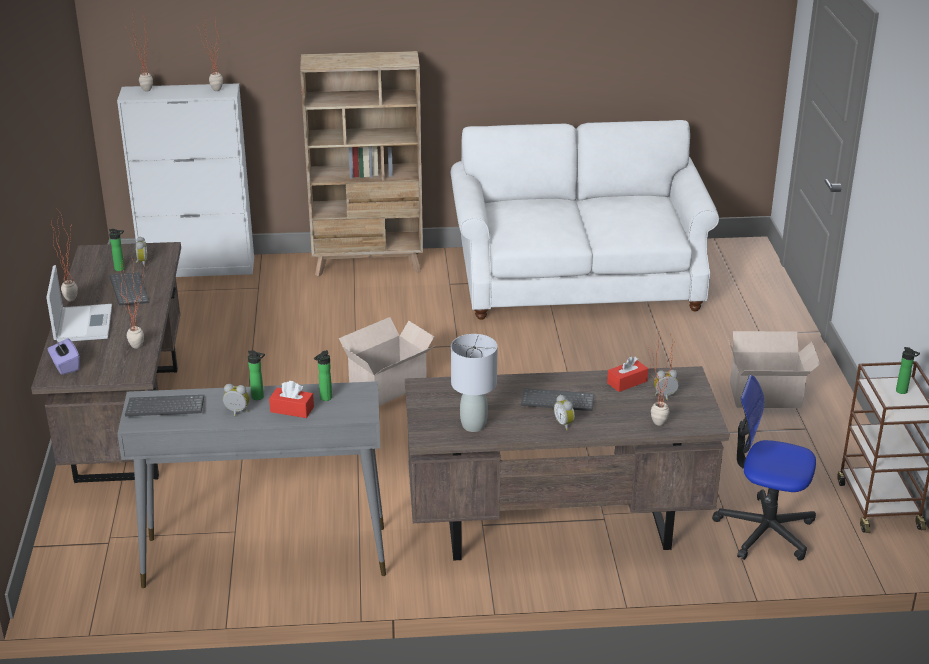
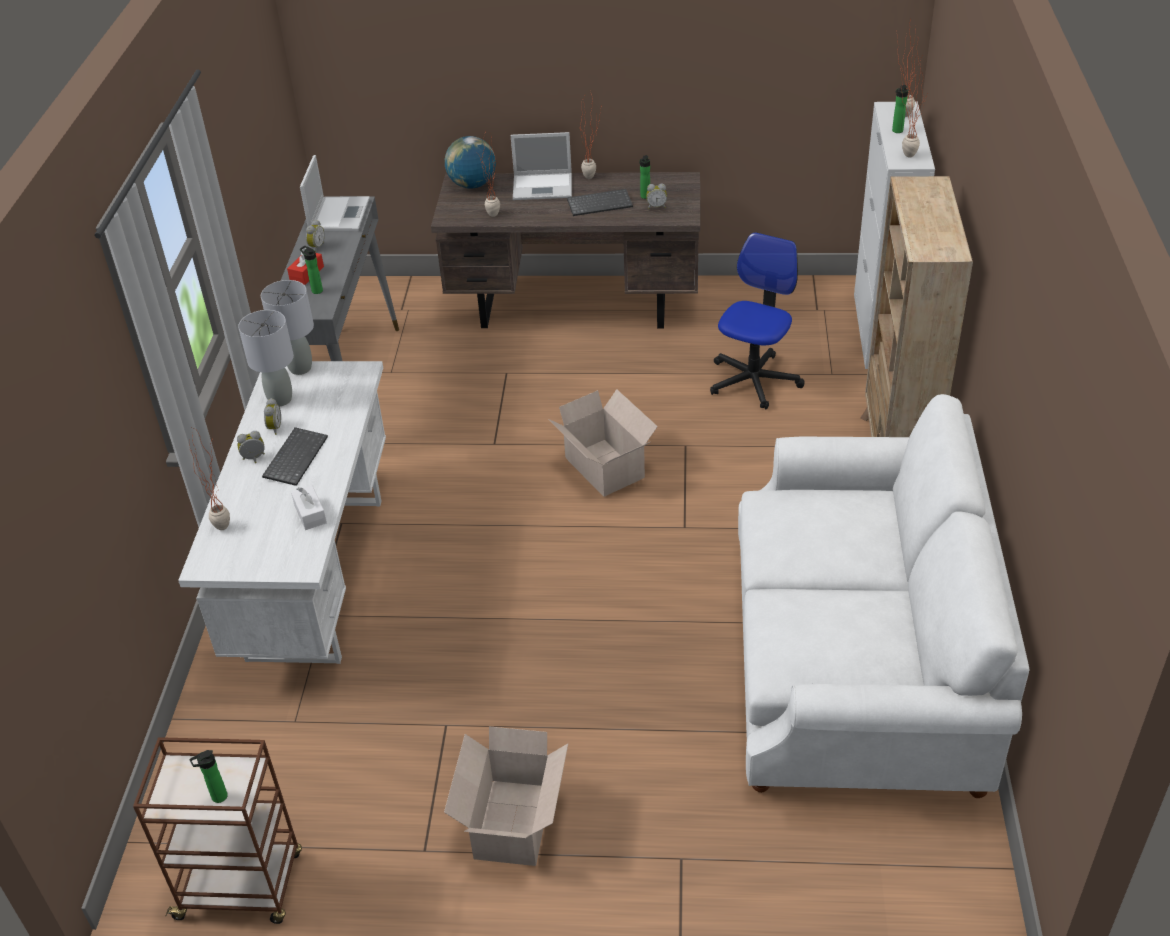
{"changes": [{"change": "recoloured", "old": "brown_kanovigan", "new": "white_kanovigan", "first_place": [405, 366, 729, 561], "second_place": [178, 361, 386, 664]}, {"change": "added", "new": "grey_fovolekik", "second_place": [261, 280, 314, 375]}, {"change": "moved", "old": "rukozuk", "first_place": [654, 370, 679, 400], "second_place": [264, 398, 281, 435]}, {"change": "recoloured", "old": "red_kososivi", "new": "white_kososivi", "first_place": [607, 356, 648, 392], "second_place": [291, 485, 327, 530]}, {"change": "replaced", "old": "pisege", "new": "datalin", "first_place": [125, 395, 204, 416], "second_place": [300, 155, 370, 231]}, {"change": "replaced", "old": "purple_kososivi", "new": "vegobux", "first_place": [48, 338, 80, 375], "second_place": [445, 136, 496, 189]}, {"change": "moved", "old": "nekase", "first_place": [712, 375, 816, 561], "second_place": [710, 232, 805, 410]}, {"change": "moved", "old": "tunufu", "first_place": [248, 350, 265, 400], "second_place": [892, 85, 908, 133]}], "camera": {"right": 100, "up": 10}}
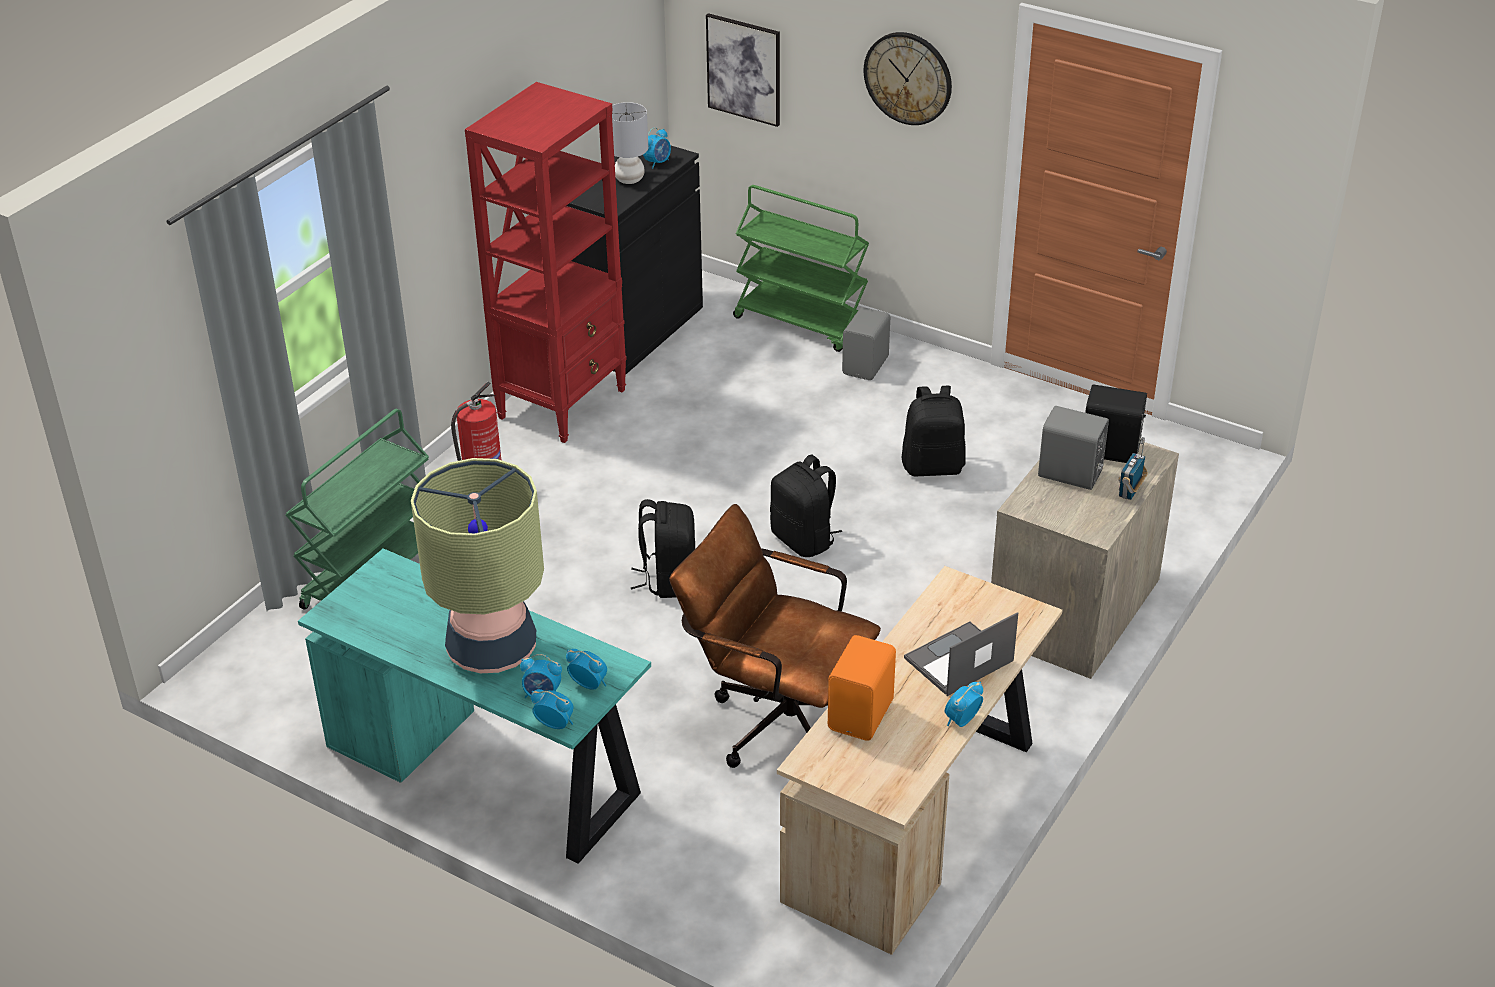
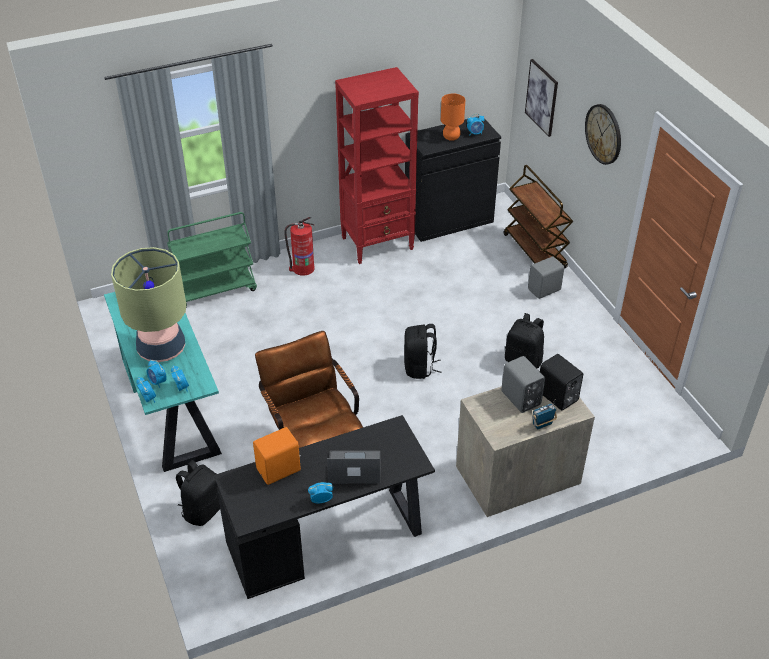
{"changes": [{"change": "moved", "old": "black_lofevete", "first_place": [631, 499, 695, 598], "second_place": [176, 460, 220, 526]}, {"change": "recoloured", "old": "beige_kanovigan", "new": "black_kanovigan", "first_place": [777, 566, 1062, 955], "second_place": [214, 415, 435, 599]}, {"change": "recoloured", "old": "grey_fovolekik", "new": "orange_fovolekik", "first_place": [612, 102, 648, 184], "second_place": [441, 93, 465, 141]}, {"change": "recoloured", "old": "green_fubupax", "new": "brown_fubupax", "first_place": [733, 185, 869, 352], "second_place": [504, 165, 573, 269]}], "camera": {"right": 35, "up": 5}}
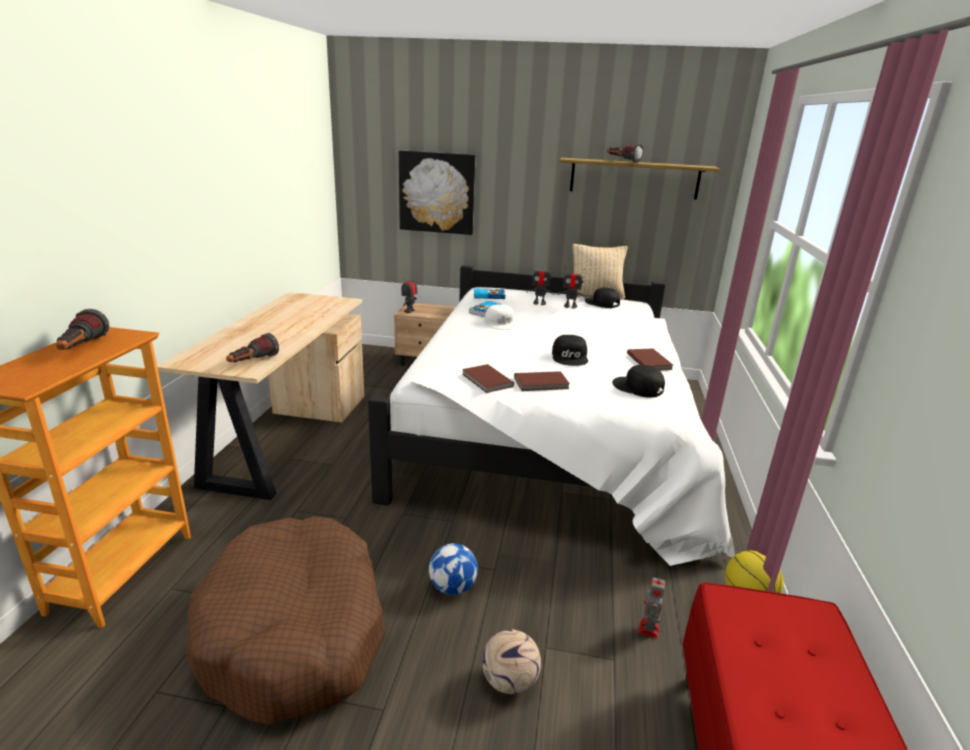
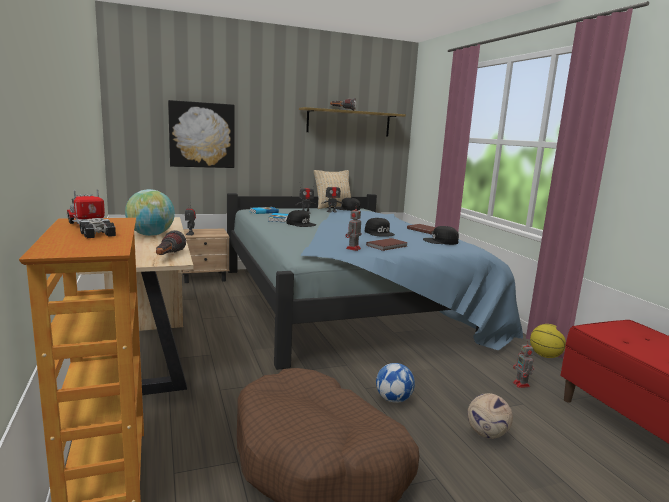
{"changes": [{"change": "replaced", "old": "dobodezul", "new": "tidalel", "first_place": [56, 309, 109, 350], "second_place": [67, 189, 116, 238]}, {"change": "added", "new": "vegobux", "second_place": [125, 189, 175, 236]}, {"change": "recoloured", "old": "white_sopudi", "new": "blue_sopudi", "first_place": [368, 265, 735, 566], "second_place": [227, 193, 523, 370]}, {"change": "recoloured", "old": "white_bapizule", "new": "black_bapizule", "first_place": [485, 304, 519, 330], "second_place": [287, 210, 316, 227]}, {"change": "replaced", "old": "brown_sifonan", "new": "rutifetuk", "first_place": [462, 364, 514, 393], "second_place": [345, 205, 361, 251]}], "camera": {"right": -30, "up": -10}}
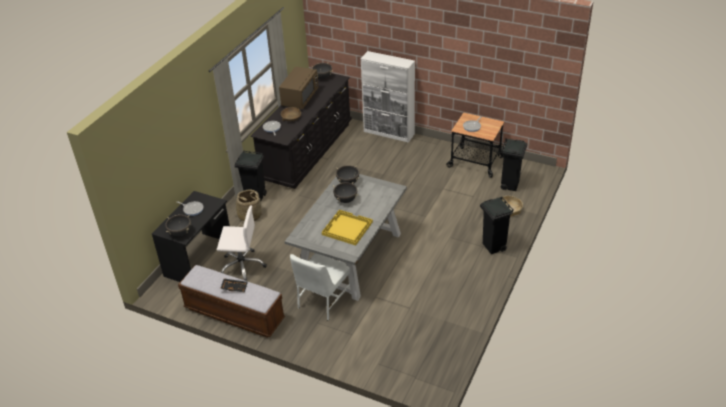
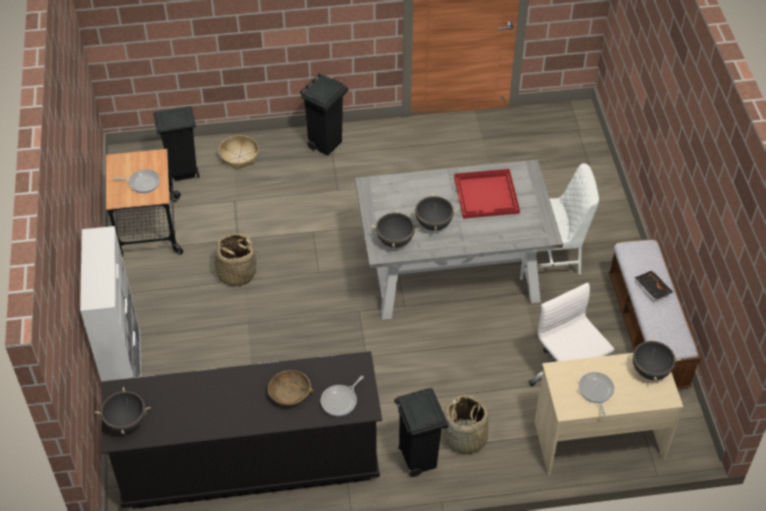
{"changes": [{"change": "added", "new": "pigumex", "second_place": [207, 233, 261, 287]}, {"change": "recoloured", "old": "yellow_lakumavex", "new": "red_lakumavex", "first_place": [322, 210, 373, 245], "second_place": [454, 169, 520, 219]}, {"change": "recoloured", "old": "black_kanovigan", "new": "beige_kanovigan", "first_place": [152, 191, 230, 282], "second_place": [535, 353, 683, 475]}, {"change": "removed", "old": "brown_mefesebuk", "first_place": [279, 67, 318, 109]}], "camera": {"right": -125, "up": 10}}
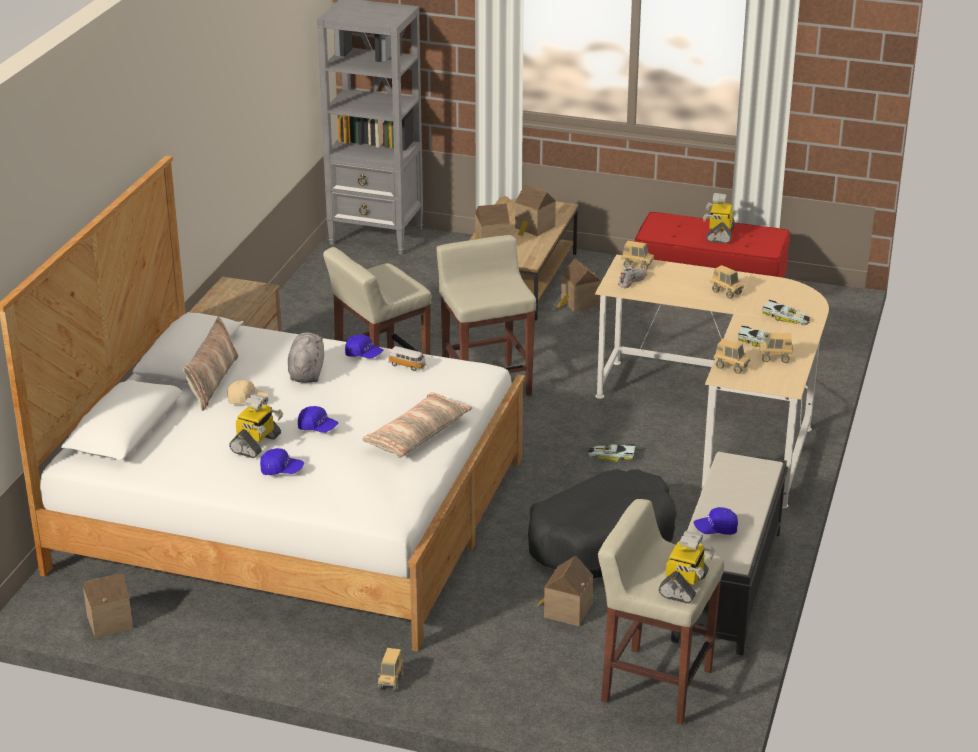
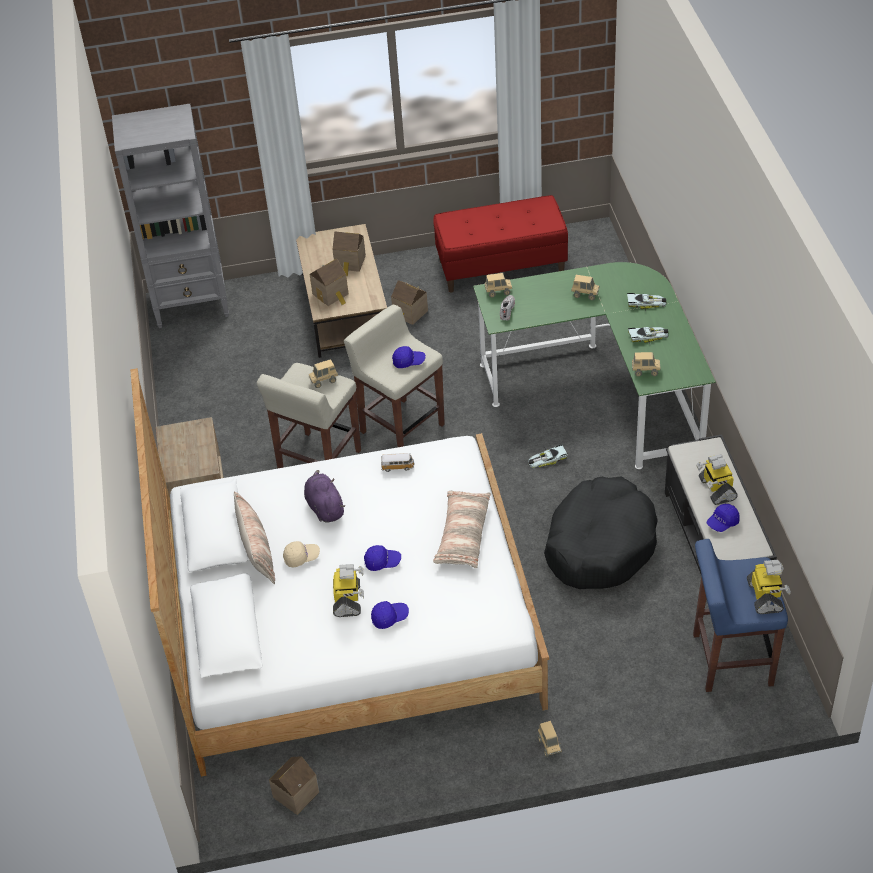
{"changes": [{"change": "recoloured", "old": "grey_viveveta", "new": "purple_viveveta", "first_place": [288, 332, 324, 383], "second_place": [304, 470, 345, 523]}, {"change": "moved", "old": "tidalel", "first_place": [759, 333, 794, 363], "second_place": [308, 359, 338, 388]}, {"change": "moved", "old": "blue_bapizule", "first_place": [345, 334, 383, 359], "second_place": [392, 346, 426, 368]}, {"change": "recoloured", "old": "beige_kanovigan", "new": "green_kanovigan", "first_place": [595, 255, 829, 509], "second_place": [473, 262, 716, 469]}, {"change": "recoloured", "old": "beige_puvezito", "new": "blue_puvezito", "first_place": [598, 499, 724, 724], "second_place": [693, 539, 788, 692]}, {"change": "moved", "old": "rutifetuk", "first_place": [703, 193, 735, 244], "second_place": [696, 454, 738, 505]}, {"change": "removed", "old": "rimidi", "first_place": [537, 555, 593, 626]}], "camera": {"right": -25, "up": 15}}
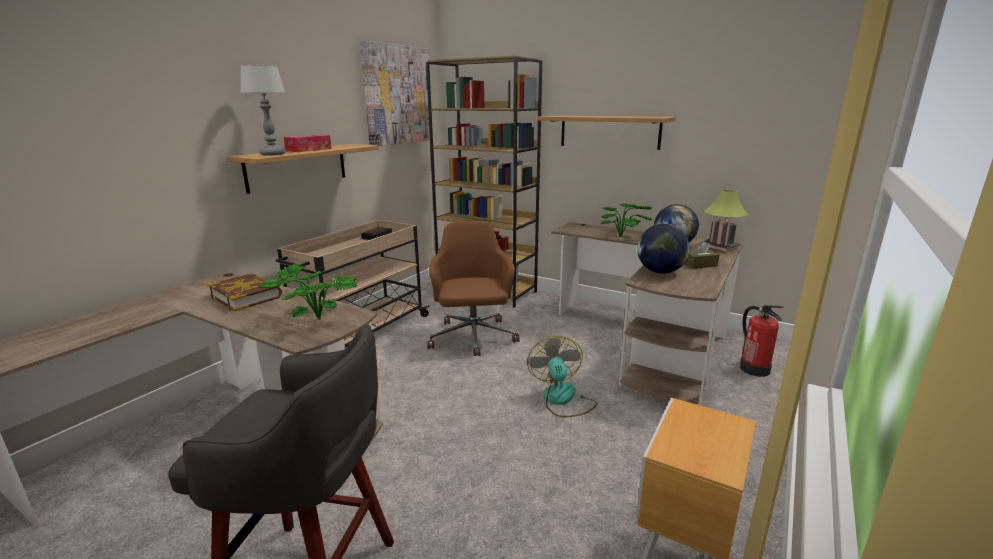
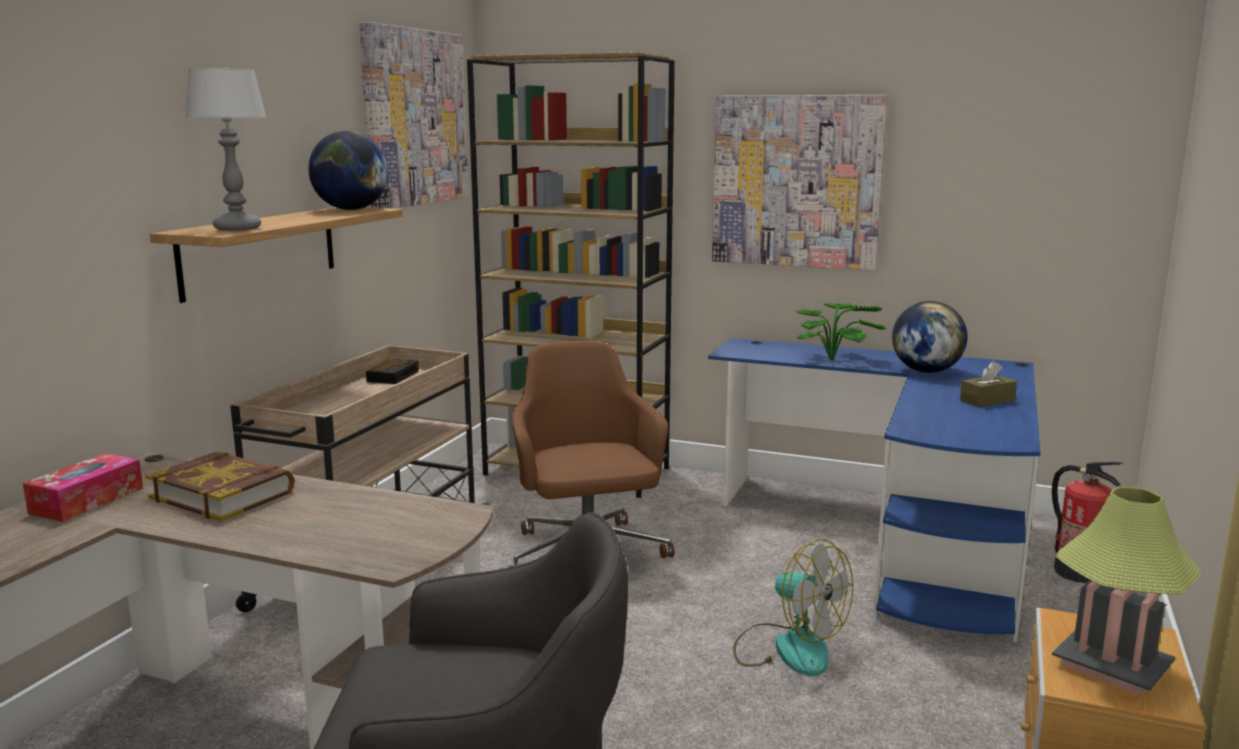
{"changes": [{"change": "moved", "old": "kososivi", "first_place": [283, 135, 332, 152], "second_place": [23, 453, 143, 522]}, {"change": "moved", "old": "vegobux", "first_place": [637, 223, 690, 274], "second_place": [308, 131, 389, 210]}, {"change": "recoloured", "old": "brown_kanovigan", "new": "blue_kanovigan", "first_place": [551, 222, 743, 406], "second_place": [708, 338, 1041, 642]}, {"change": "replaced", "old": "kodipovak", "new": "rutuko", "first_place": [537, 115, 676, 150], "second_place": [712, 95, 888, 270]}, {"change": "turned", "old": "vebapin", "first_place": [527, 336, 597, 417], "second_place": [733, 539, 853, 676], "degrees": 150}, {"change": "moved", "old": "fovolekik", "first_place": [702, 190, 748, 251], "second_place": [1052, 487, 1201, 695]}, {"change": "removed", "old": "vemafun", "first_place": [258, 263, 358, 320]}], "camera": {"right": -10, "up": -5}}
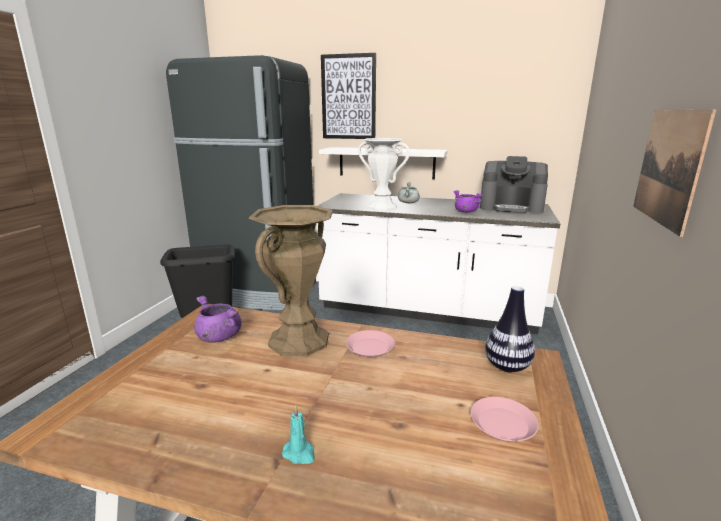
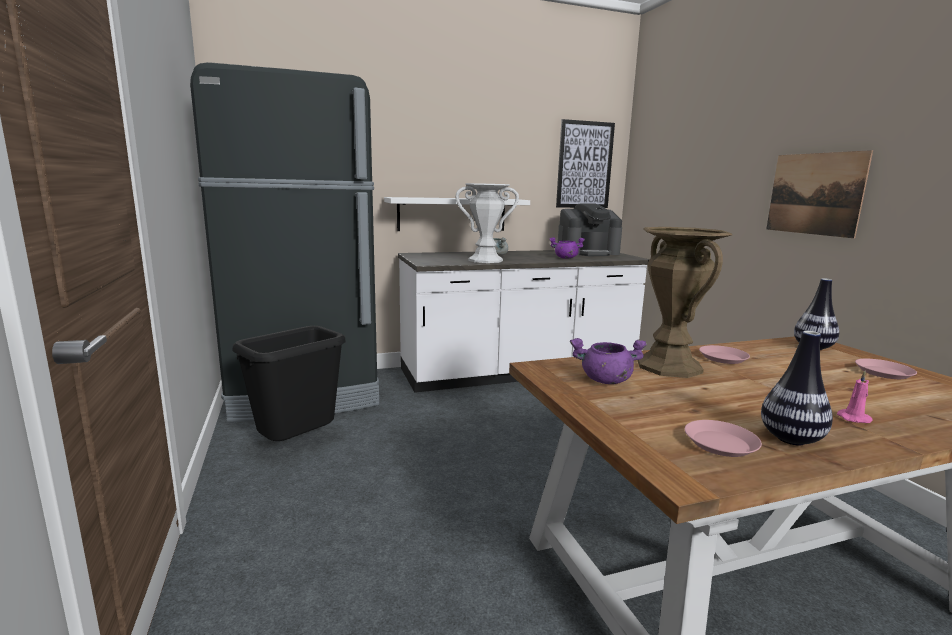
{"changes": [{"change": "moved", "old": "rutuko", "first_place": [321, 53, 376, 139], "second_place": [556, 119, 615, 208]}, {"change": "added", "new": "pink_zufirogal", "second_place": [685, 420, 762, 457]}, {"change": "added", "new": "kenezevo", "second_place": [761, 331, 833, 445]}, {"change": "recoloured", "old": "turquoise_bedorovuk", "new": "pink_bedorovuk", "first_place": [282, 405, 315, 464], "second_place": [837, 371, 873, 423]}], "camera": {"right": -35, "up": -5}}
